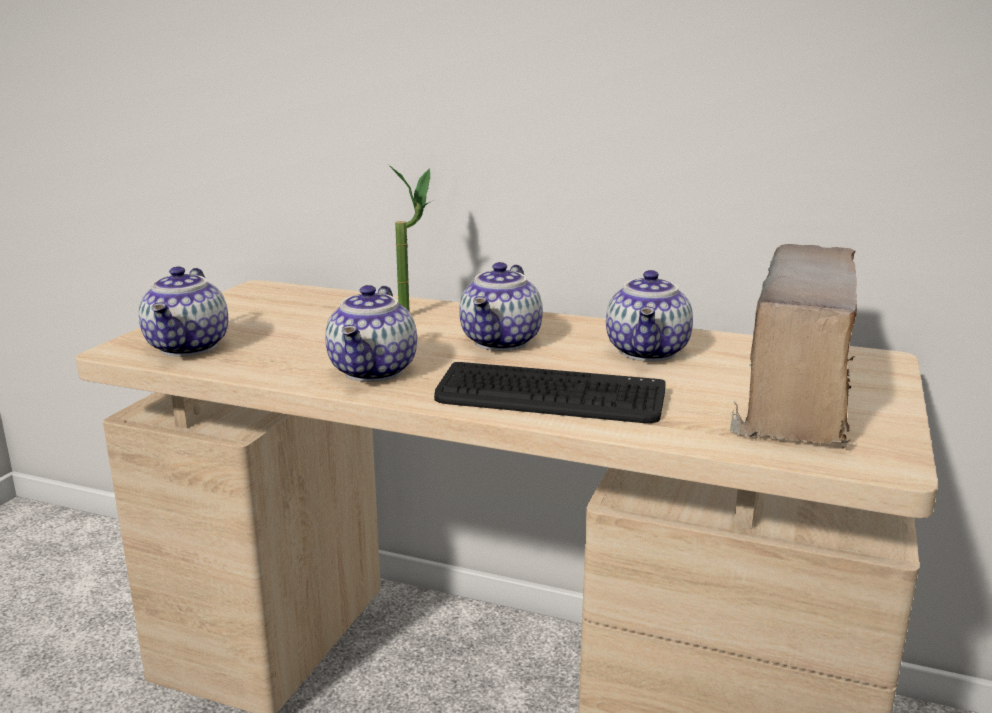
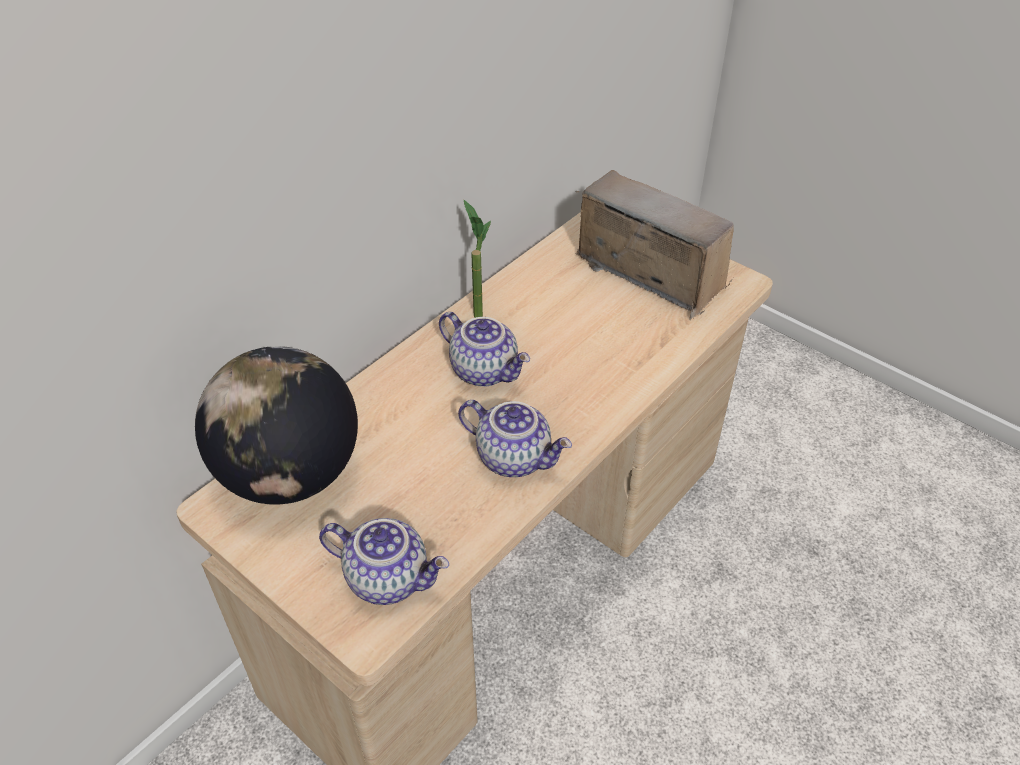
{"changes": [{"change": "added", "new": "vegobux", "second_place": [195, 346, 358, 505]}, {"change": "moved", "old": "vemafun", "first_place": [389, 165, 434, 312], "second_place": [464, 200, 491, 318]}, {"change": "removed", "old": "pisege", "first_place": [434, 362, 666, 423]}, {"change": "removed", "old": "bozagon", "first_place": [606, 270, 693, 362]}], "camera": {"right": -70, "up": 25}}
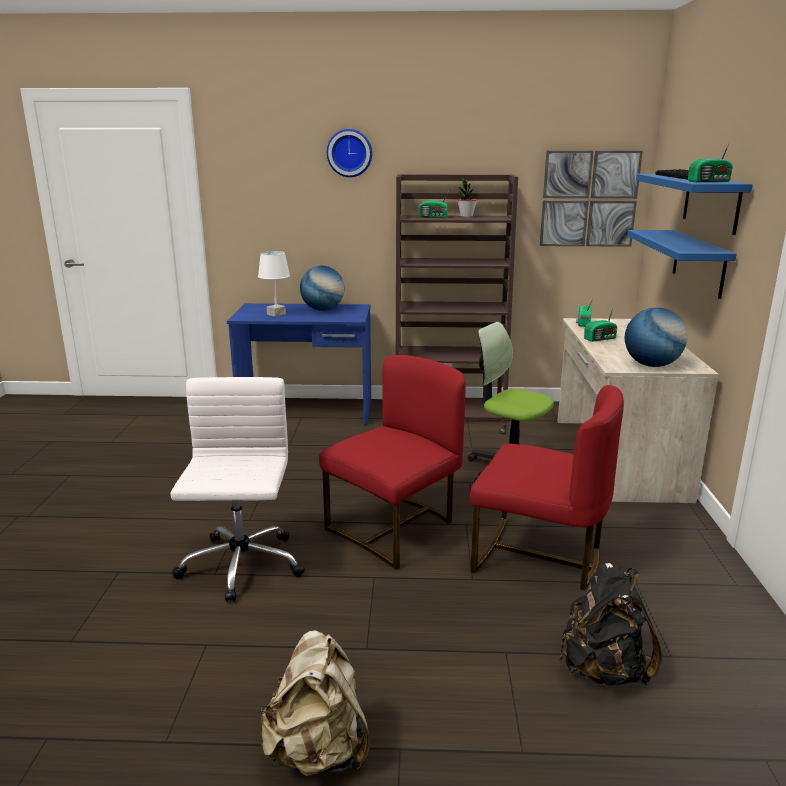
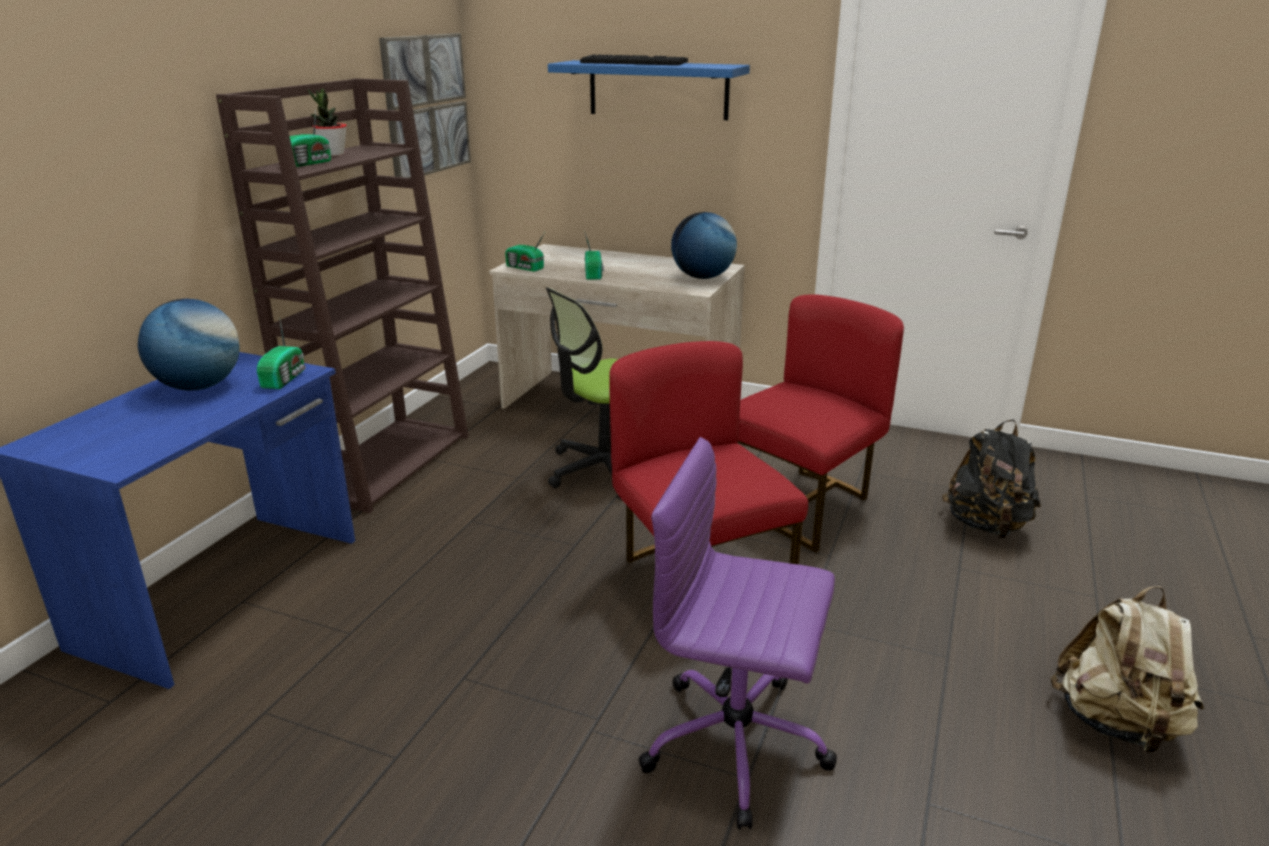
{"changes": [{"change": "moved", "old": "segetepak", "first_place": [688, 141, 733, 182], "second_place": [257, 317, 306, 389]}, {"change": "recoloured", "old": "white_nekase", "new": "purple_nekase", "first_place": [170, 377, 305, 602], "second_place": [638, 437, 837, 830]}, {"change": "removed", "old": "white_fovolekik", "first_place": [258, 251, 290, 317]}, {"change": "removed", "old": "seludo", "first_place": [327, 129, 372, 177]}, {"change": "removed", "old": "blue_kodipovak", "first_place": [627, 230, 737, 299]}], "camera": {"right": -70, "up": 5}}
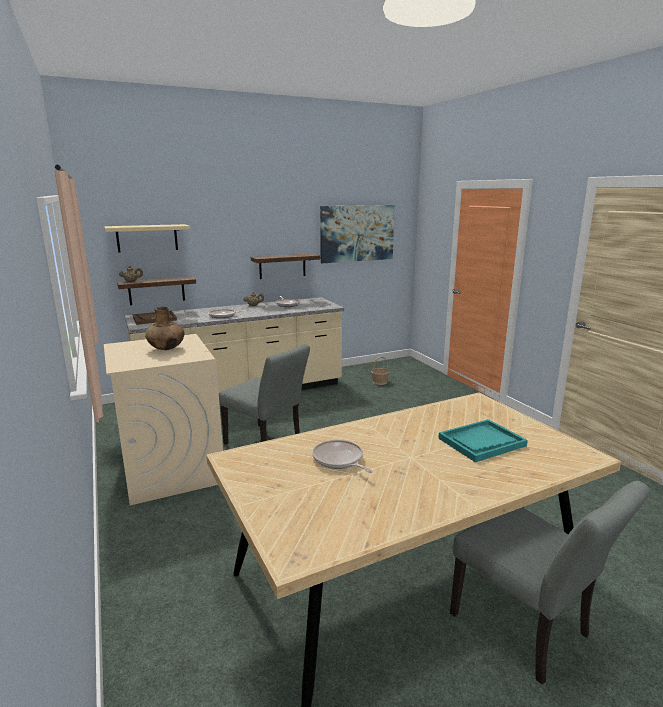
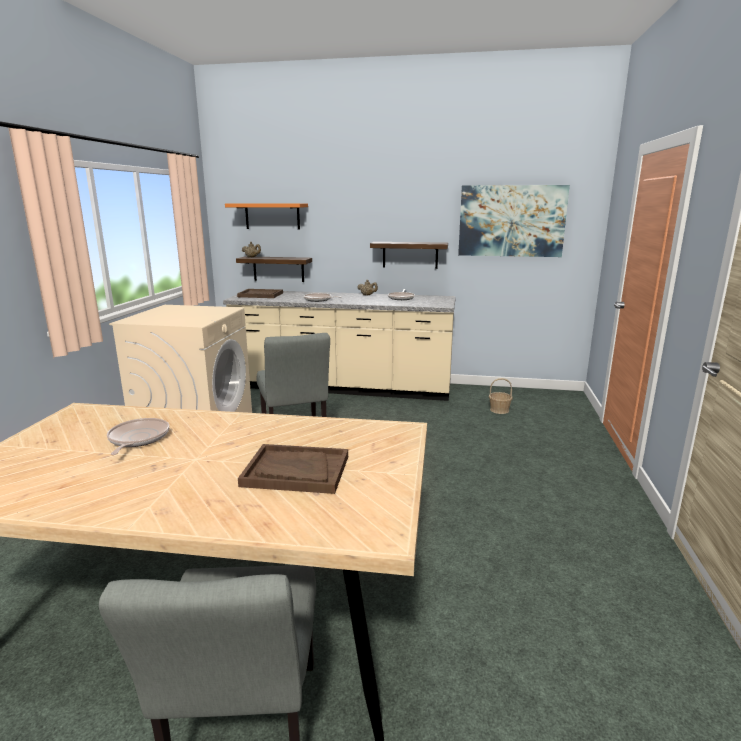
{"changes": [{"change": "recoloured", "old": "beige_kodipovak", "new": "orange_kodipovak", "first_place": [104, 224, 190, 253], "second_place": [225, 203, 308, 230]}, {"change": "recoloured", "old": "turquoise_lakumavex", "new": "brown_lakumavex", "first_place": [438, 419, 528, 462], "second_place": [238, 444, 348, 494]}, {"change": "removed", "old": "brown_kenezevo", "first_place": [145, 307, 184, 350]}], "camera": {"right": 35, "up": 0}}
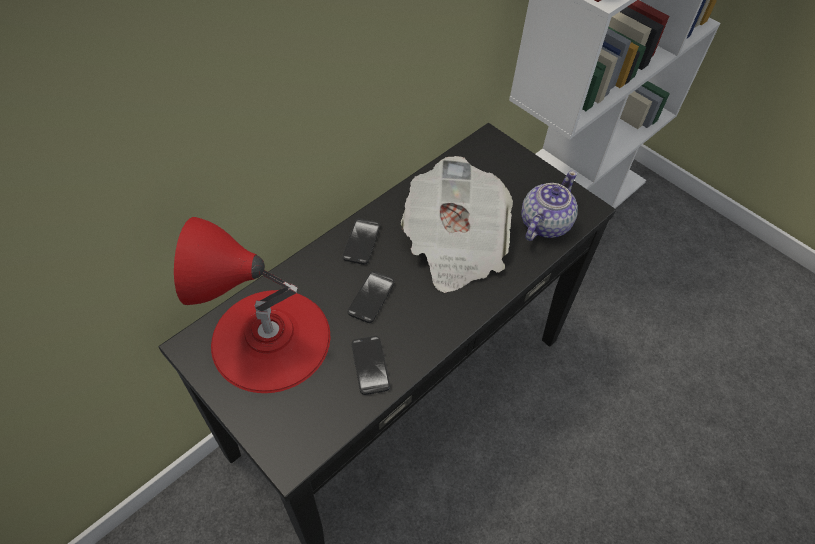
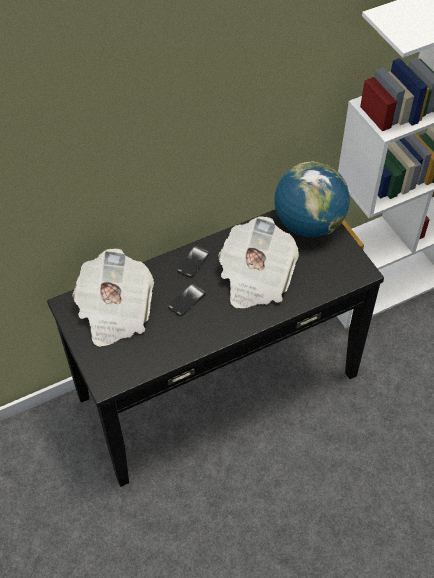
{"changes": [{"change": "replaced", "old": "red_fovolekik", "new": "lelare", "first_place": [174, 217, 330, 393], "second_place": [73, 248, 154, 347]}, {"change": "added", "new": "vegobux", "second_place": [274, 161, 350, 237]}, {"change": "removed", "old": "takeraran", "first_place": [351, 336, 390, 395]}, {"change": "removed", "old": "bozagon", "first_place": [521, 171, 578, 241]}], "camera": {"right": 20, "up": 0}}
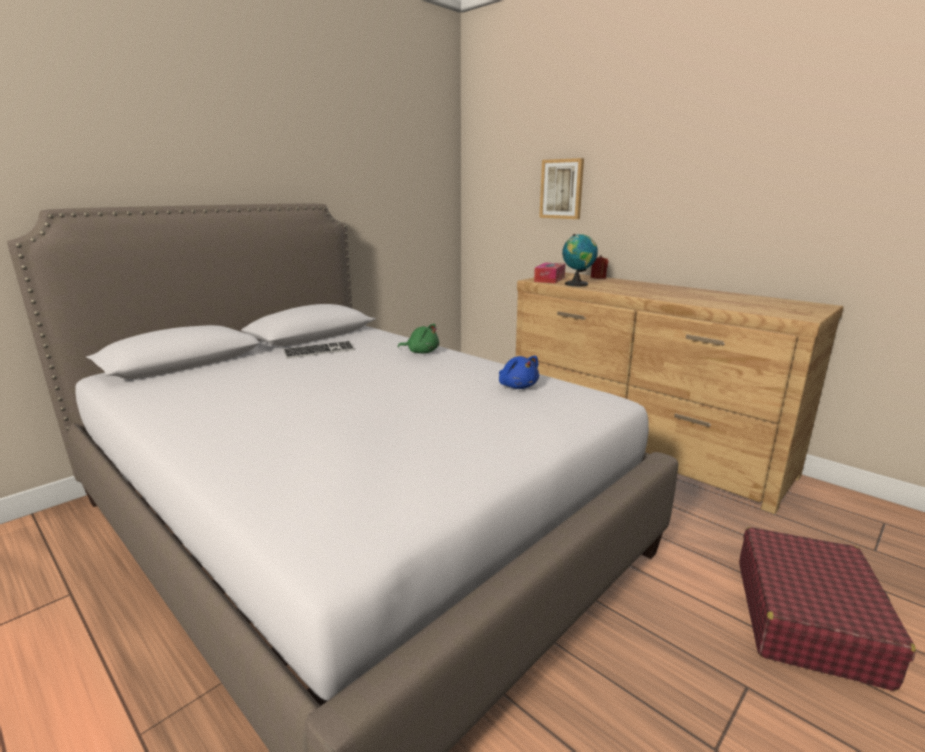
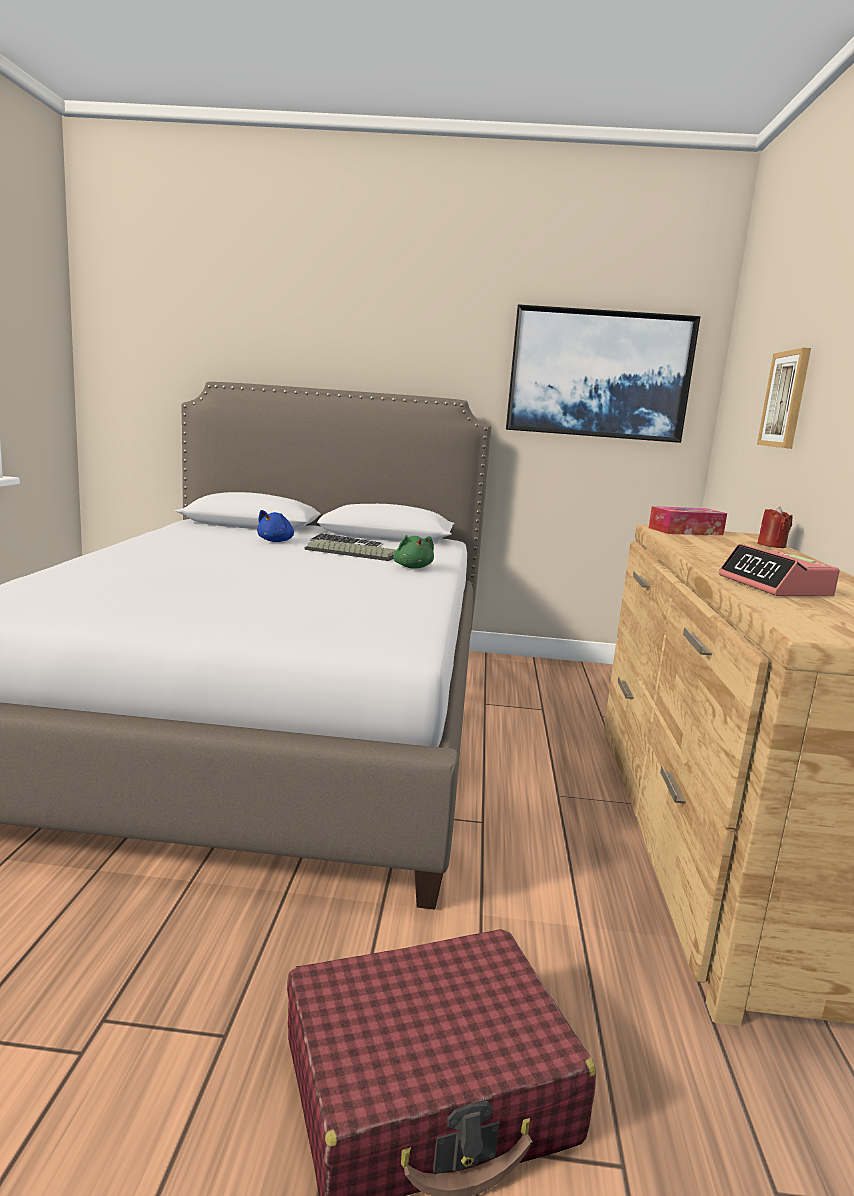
{"changes": [{"change": "moved", "old": "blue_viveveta", "first_place": [499, 356, 539, 389], "second_place": [257, 510, 294, 542]}, {"change": "added", "new": "pisege", "second_place": [304, 539, 397, 561]}, {"change": "added", "new": "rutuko", "second_place": [506, 304, 700, 443]}, {"change": "added", "new": "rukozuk", "second_place": [718, 544, 840, 596]}, {"change": "removed", "old": "vegobux", "first_place": [562, 234, 598, 286]}], "camera": {"right": 50, "up": -5}}
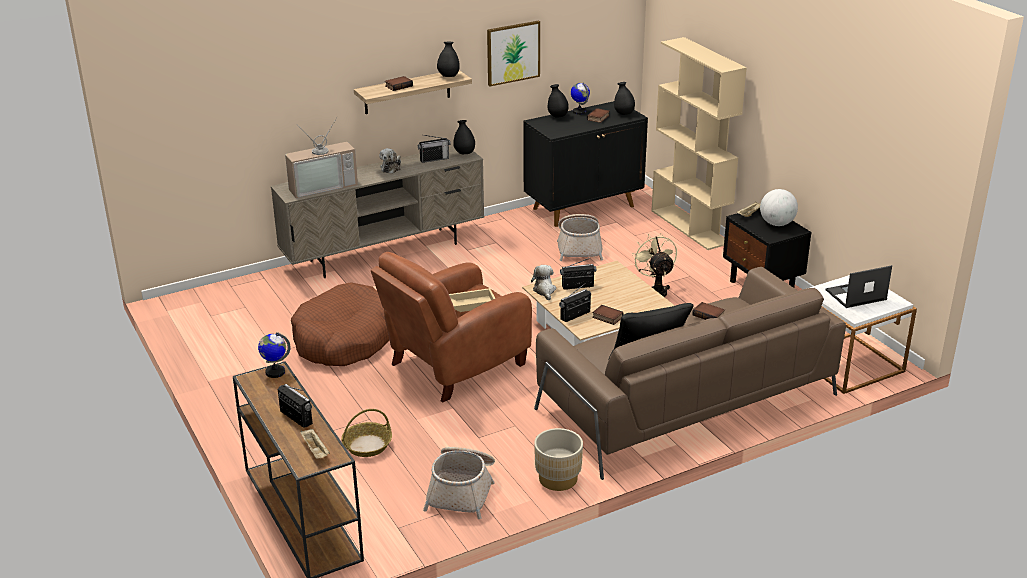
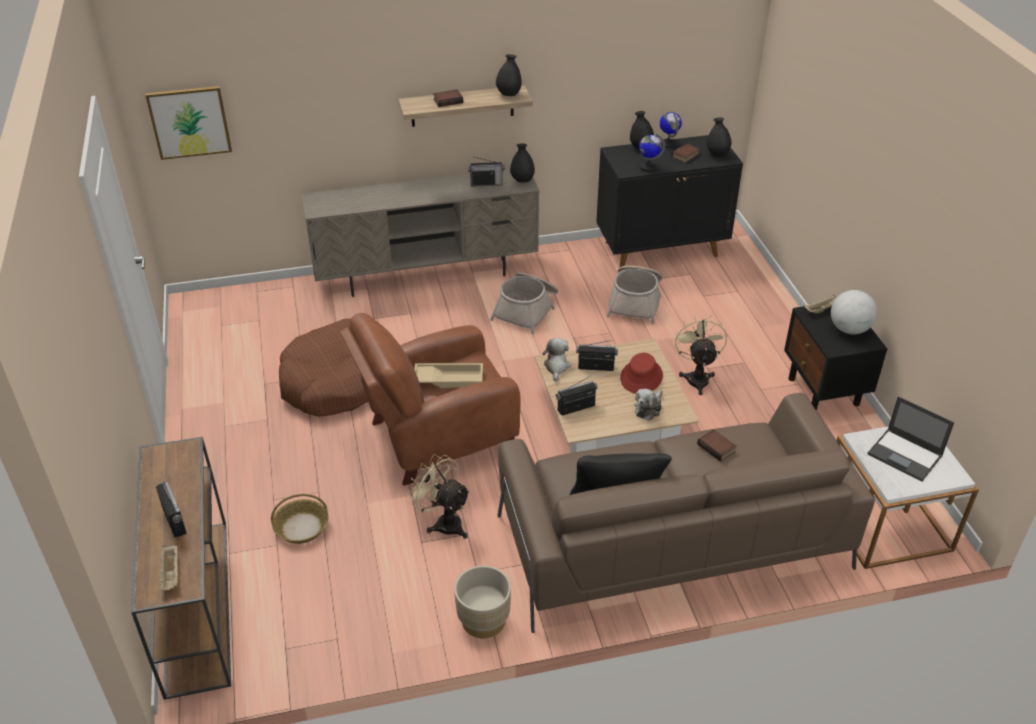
{"changes": [{"change": "moved", "old": "rutuko", "first_place": [487, 21, 540, 86], "second_place": [145, 86, 232, 160]}, {"change": "added", "new": "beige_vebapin", "second_place": [407, 454, 470, 539]}, {"change": "moved", "old": "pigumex", "first_place": [423, 447, 495, 519], "second_place": [490, 272, 558, 334]}, {"change": "added", "new": "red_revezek", "second_place": [620, 353, 663, 394]}, {"change": "moved", "old": "viveveta", "first_place": [380, 148, 401, 173], "second_place": [635, 389, 663, 421]}, {"change": "moved", "old": "vegobux", "first_place": [258, 332, 291, 378], "second_place": [639, 134, 665, 172]}, {"change": "turned", "old": "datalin", "first_place": [826, 265, 892, 308], "second_place": [867, 396, 954, 482], "degrees": -135}, {"change": "removed", "old": "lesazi", "first_place": [285, 116, 358, 198]}, {"change": "removed", "old": "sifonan", "first_place": [592, 305, 624, 325]}, {"change": "removed", "old": "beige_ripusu", "first_place": [651, 37, 747, 250]}], "camera": {"right": 15, "up": 10}}
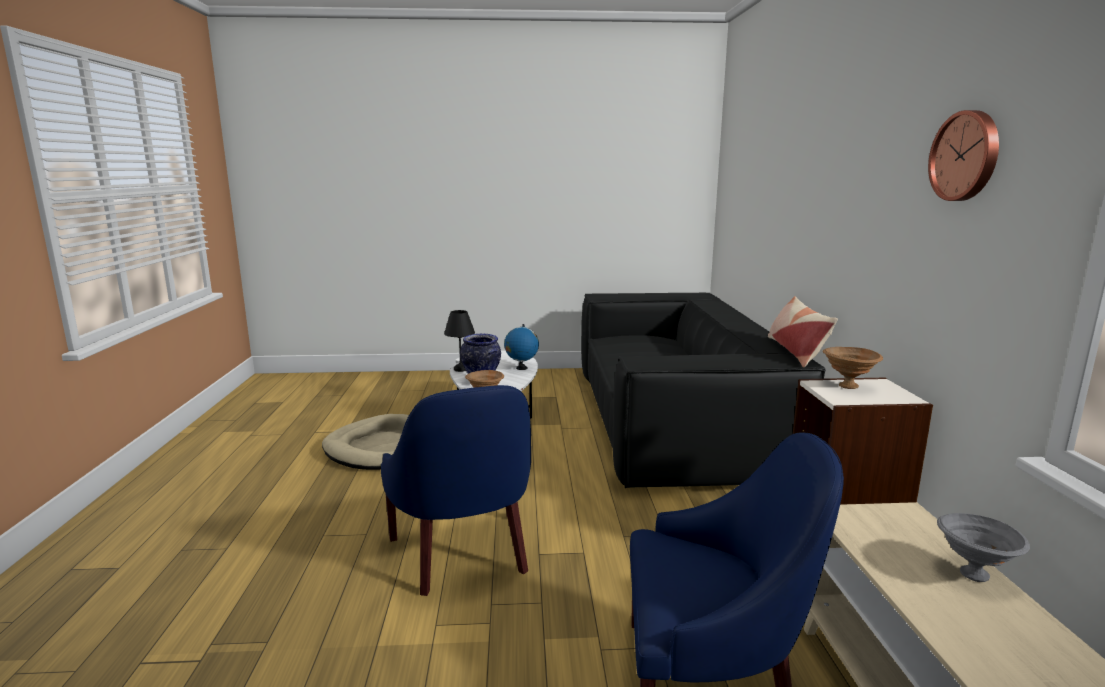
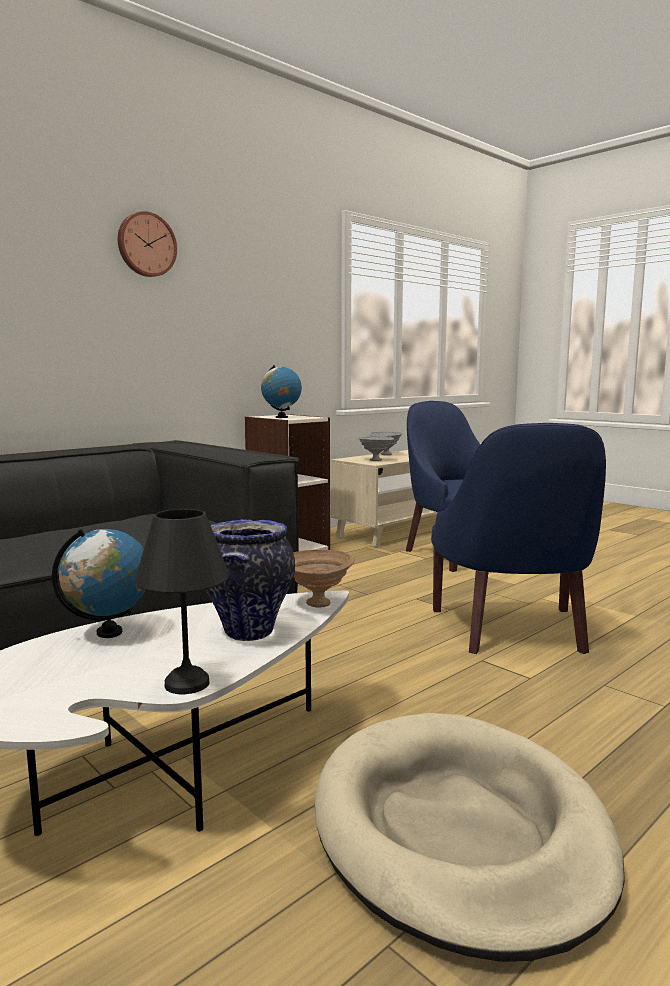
{"changes": [{"change": "moved", "old": "seludo", "first_place": [928, 110, 999, 201], "second_place": [118, 211, 177, 277]}, {"change": "replaced", "old": "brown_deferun", "new": "vegobux", "first_place": [823, 347, 883, 389], "second_place": [261, 365, 302, 418]}, {"change": "added", "new": "grey_deferun", "second_place": [358, 436, 394, 461]}, {"change": "turned", "old": "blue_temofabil", "first_place": [381, 385, 531, 596], "second_place": [431, 423, 606, 654], "degrees": 150}, {"change": "removed", "old": "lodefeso", "first_place": [768, 296, 838, 368]}], "camera": {"right": -130, "up": -5}}
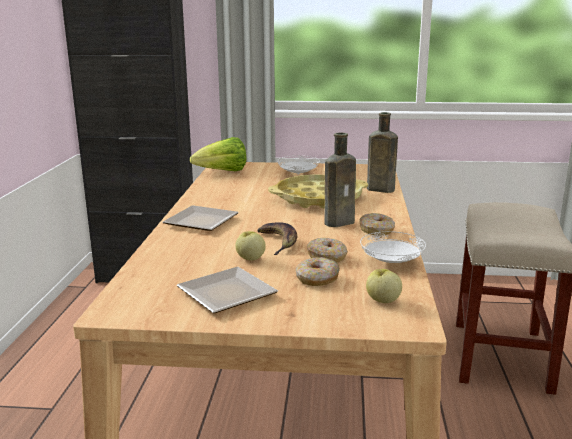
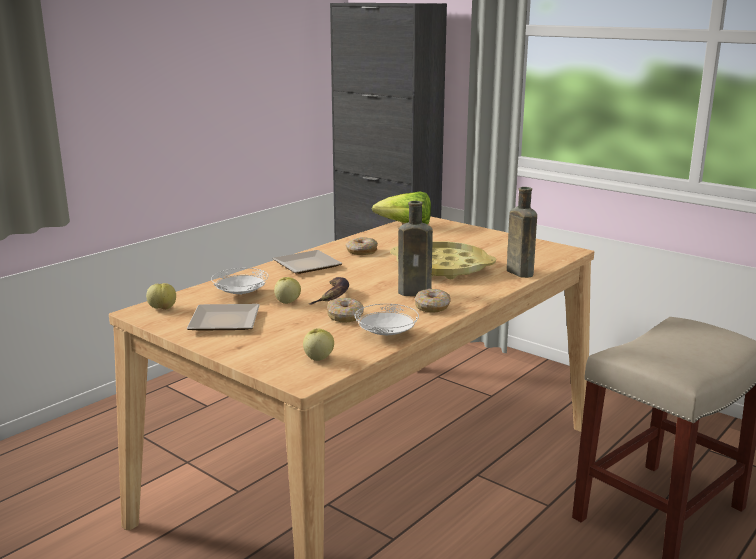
{"changes": [{"change": "added", "new": "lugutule", "second_place": [146, 283, 176, 310]}, {"change": "moved", "old": "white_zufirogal", "first_place": [277, 156, 320, 175], "second_place": [211, 268, 268, 295]}, {"change": "moved", "old": "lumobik", "first_place": [296, 257, 340, 286], "second_place": [346, 237, 378, 255]}], "camera": {"right": 35, "up": 0}}
